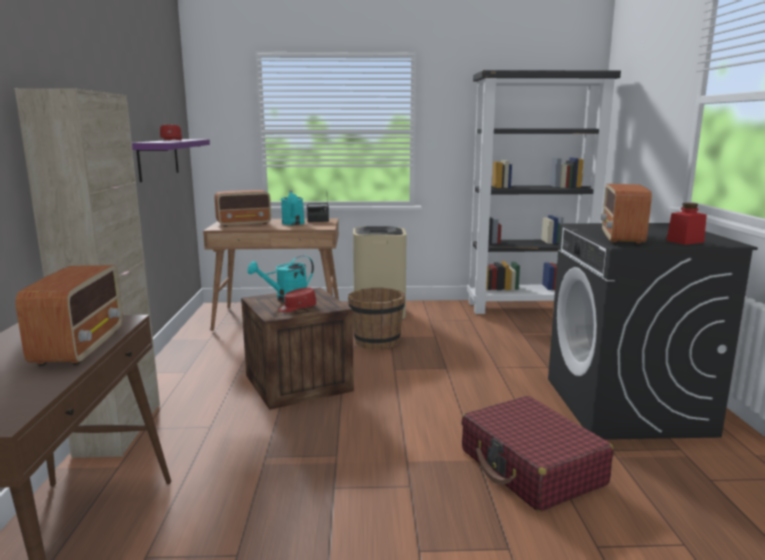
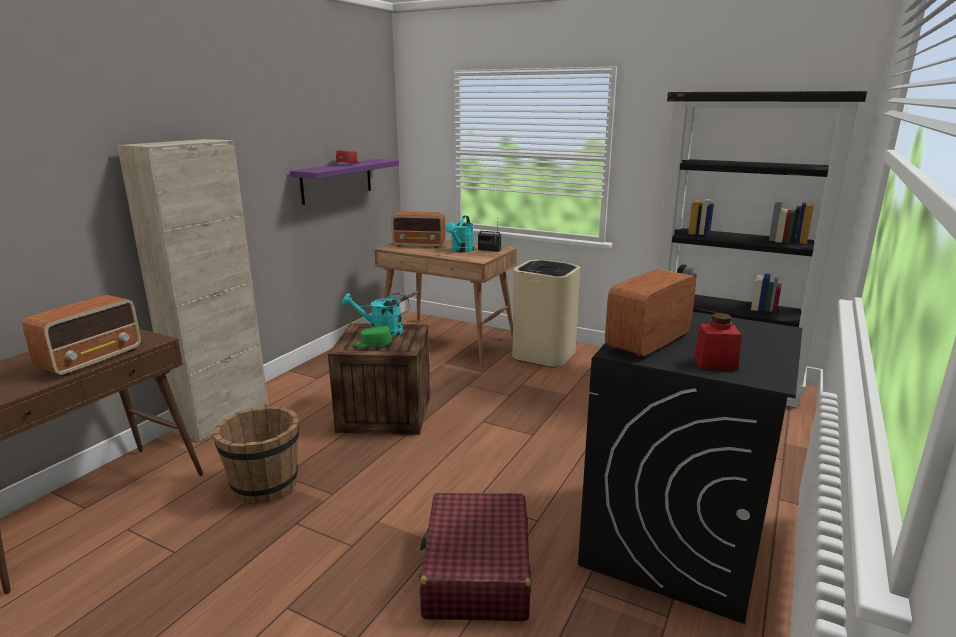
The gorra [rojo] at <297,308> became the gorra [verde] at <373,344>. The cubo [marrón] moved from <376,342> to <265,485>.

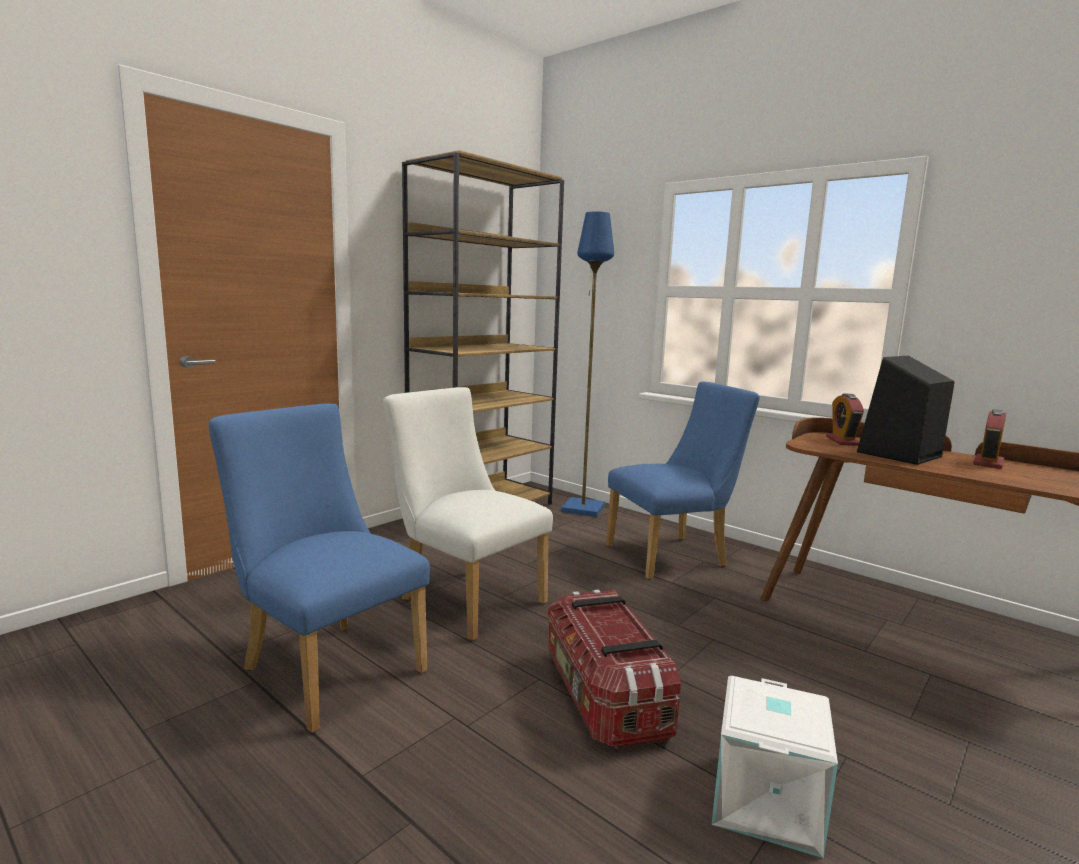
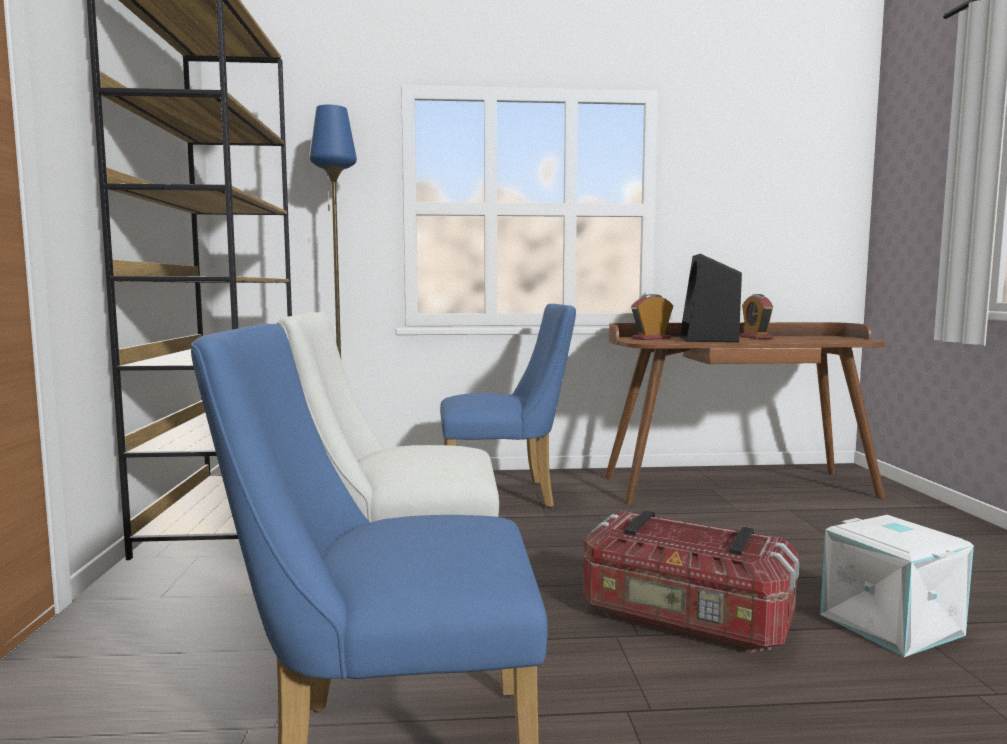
The silla [azul] at <673,556> turned 60 degrees clockwise. The despertador at <842,441> turned 105 degrees clockwise.

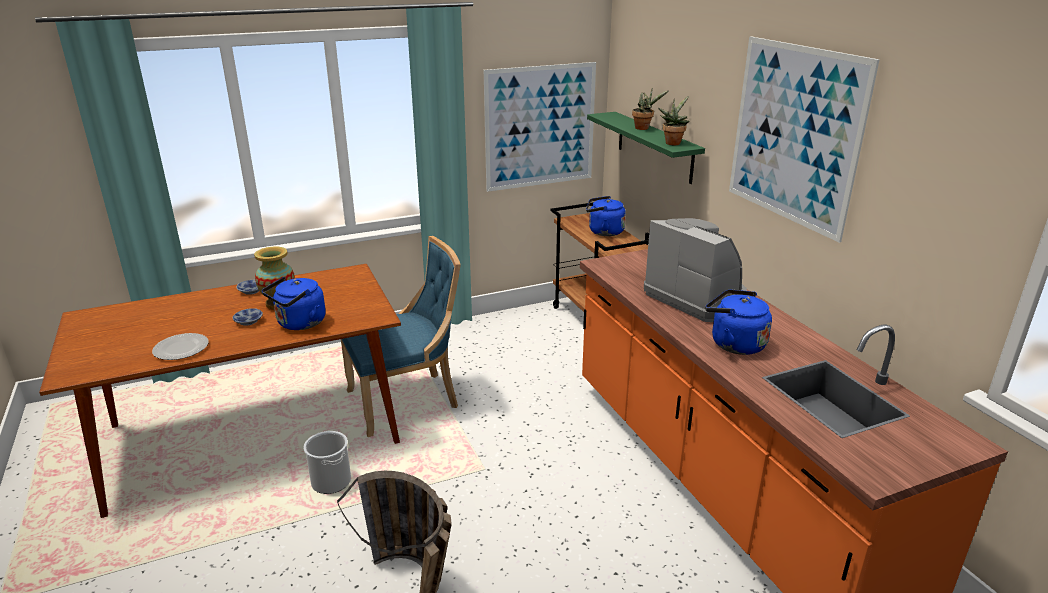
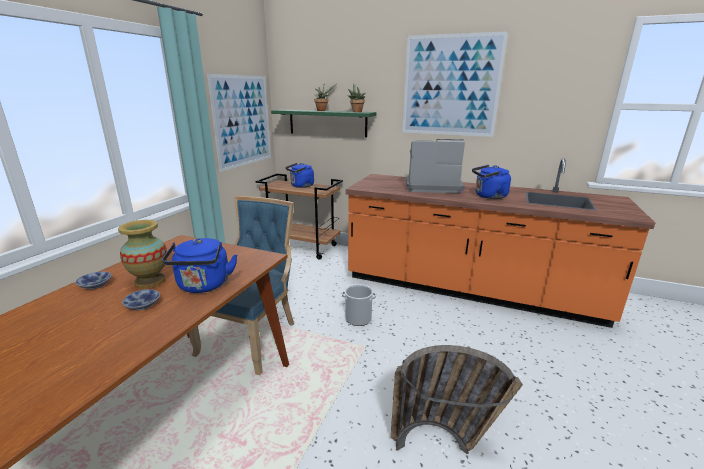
The plato at <181,349> disappeared. The cubo moved from <331,481> to <358,318>.

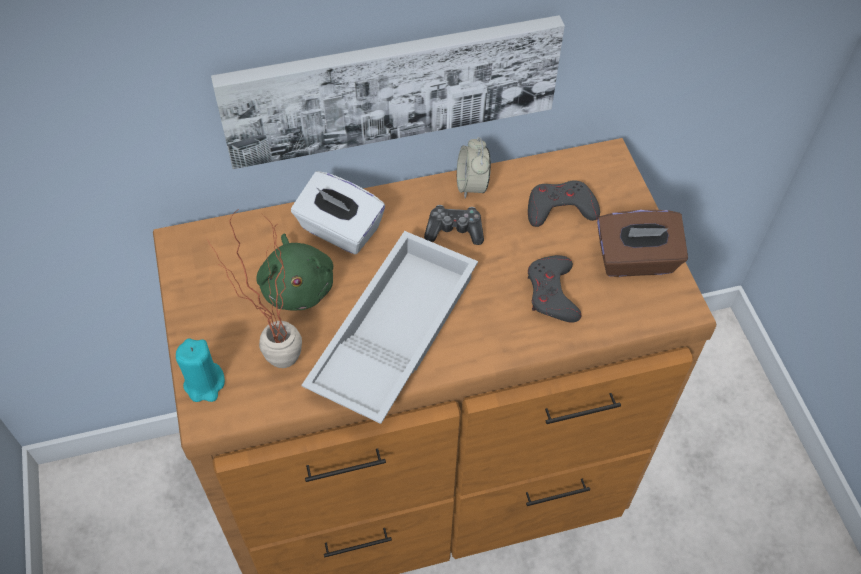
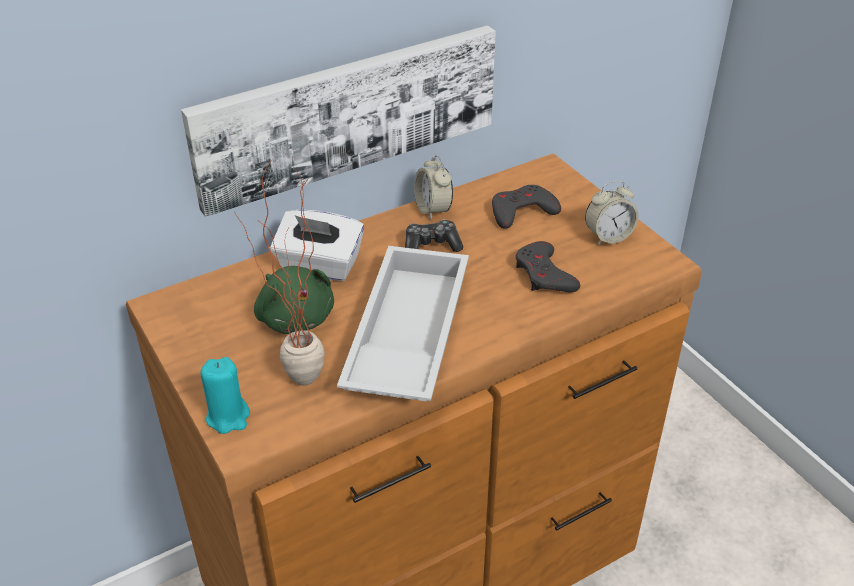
The caja de pañuelos [marrón] at <636,261> was replaced by the despertador at <608,236>.

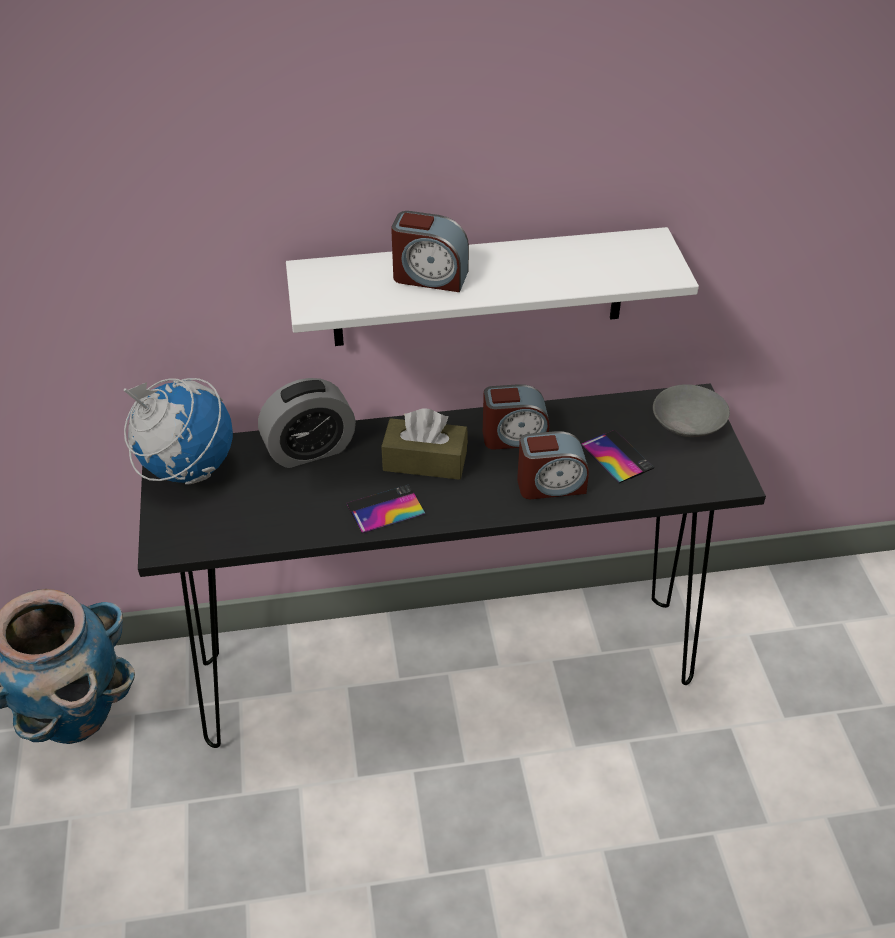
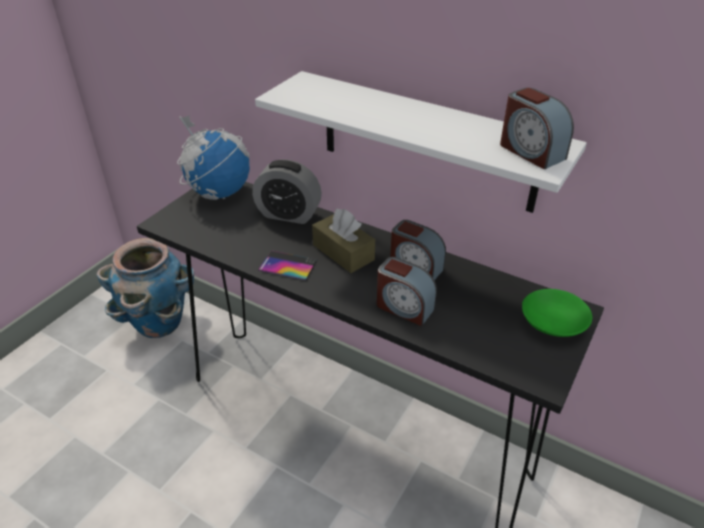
The despertador moved from <429,277> to <530,151>. The cuenco [gris] at <686,423> became the cuenco [verde] at <552,322>. The móvil at <617,456> disappeared.

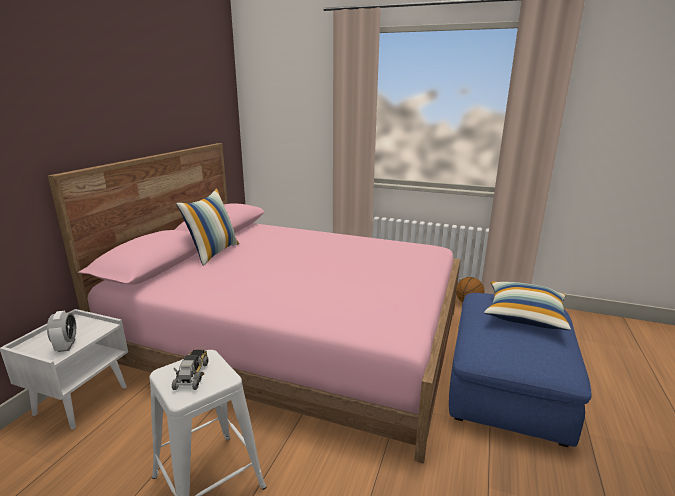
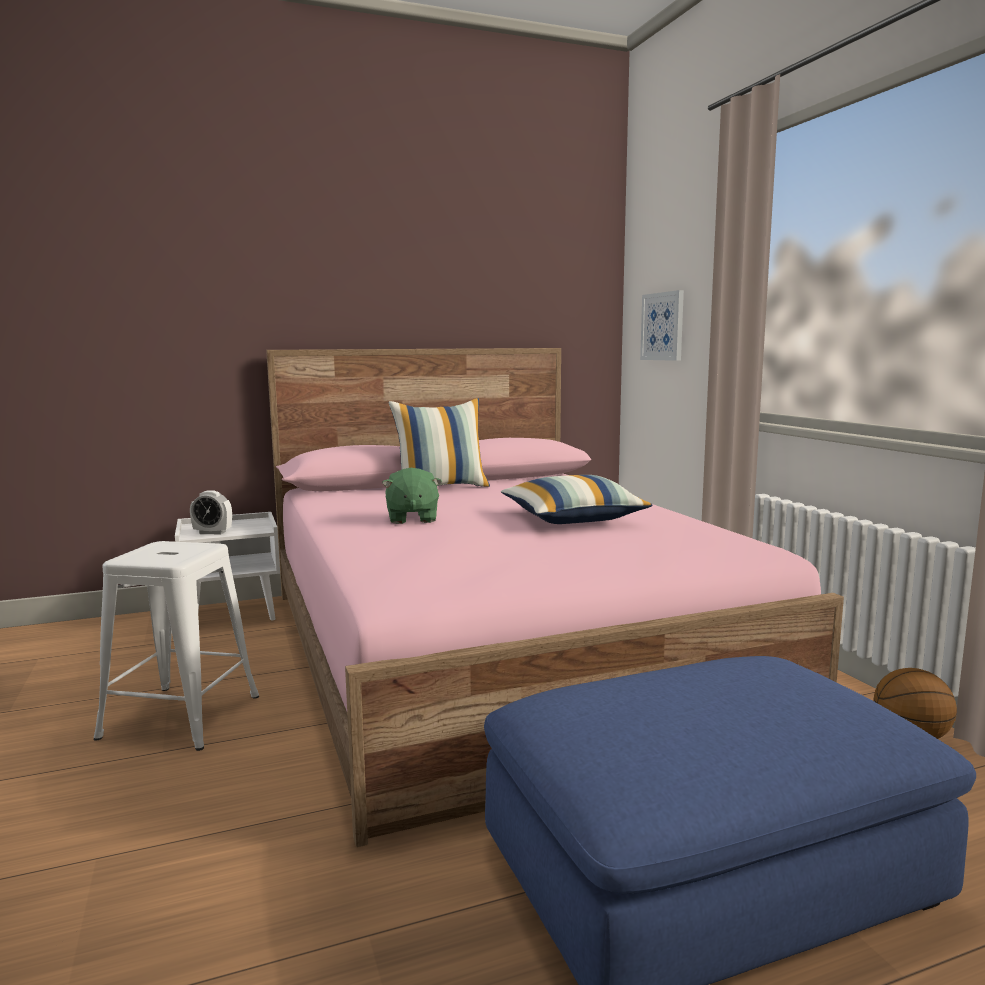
The cojín moved from <524,315> to <573,519>. The despertador at <66,345> turned 60 degrees clockwise. The camión de juguete at <192,375> disappeared. The cuadro at <663,326> appeared. The peluche [verde] at <412,518> appeared.

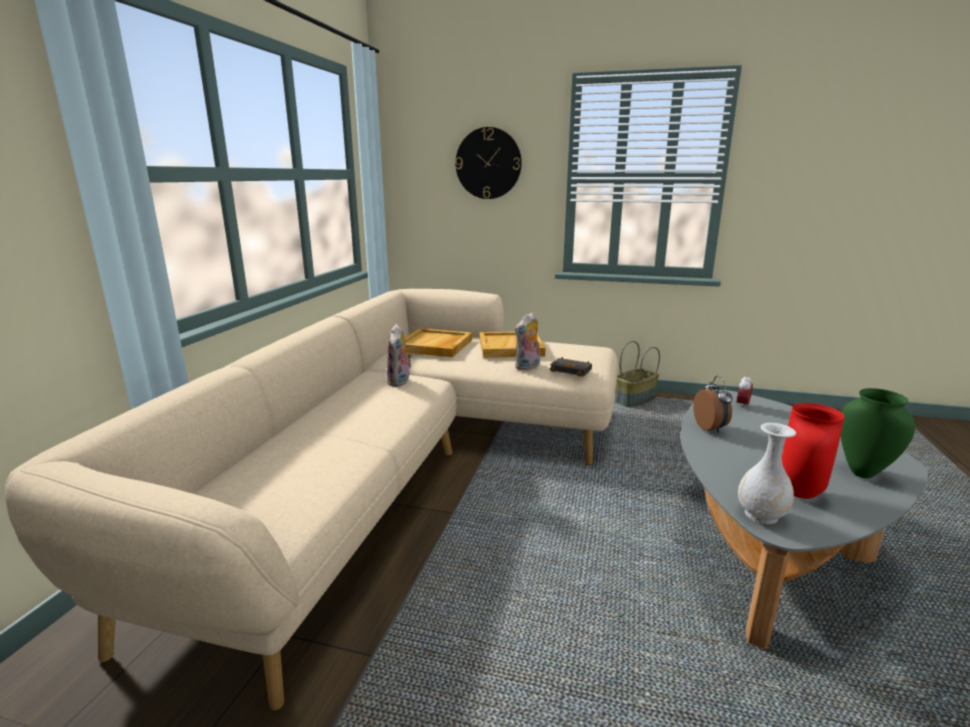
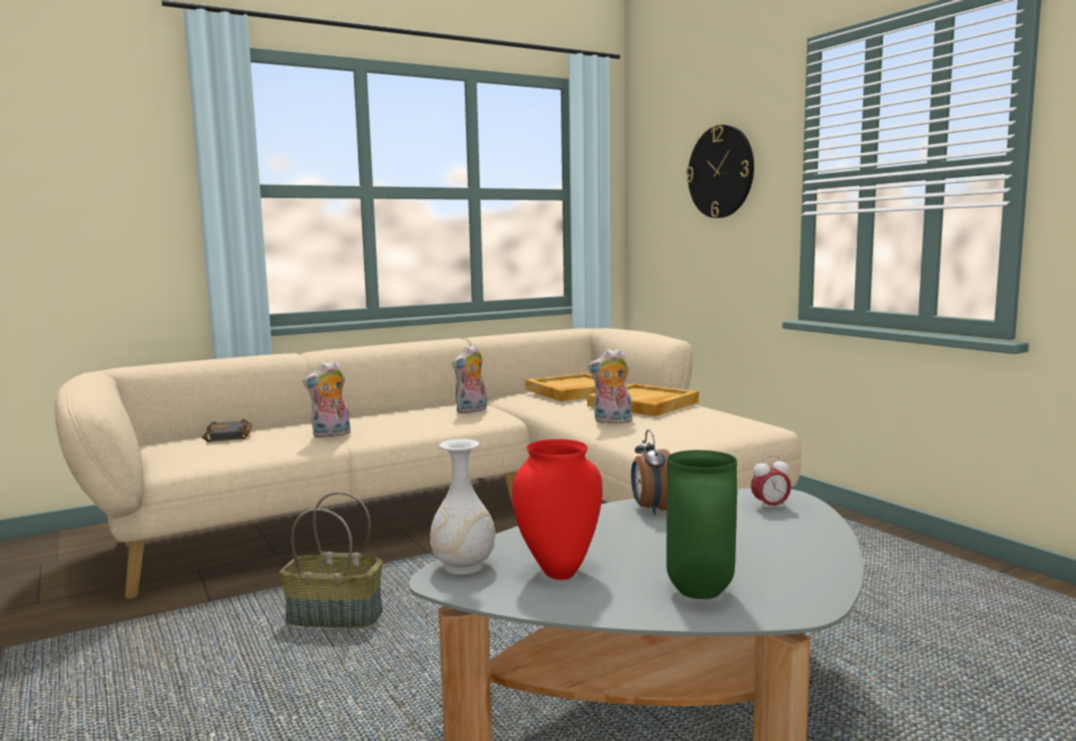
The cesta moved from <635,400> to <333,618>. The libro [negro] moved from <572,370> to <230,436>. The despertador at <711,428> turned 135 degrees clockwise. The peluche at <331,435> appeared.

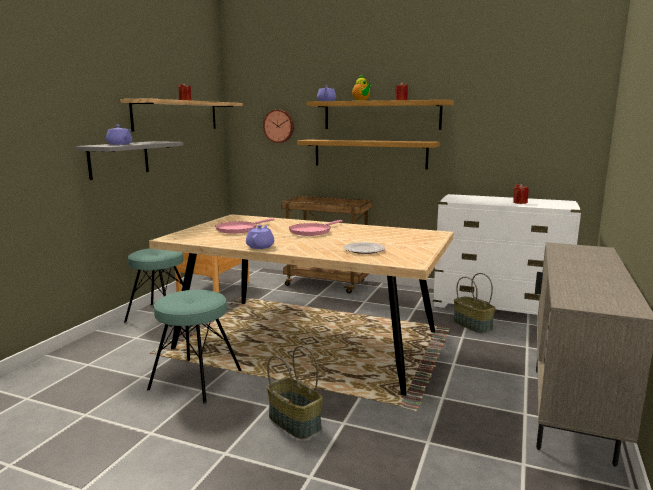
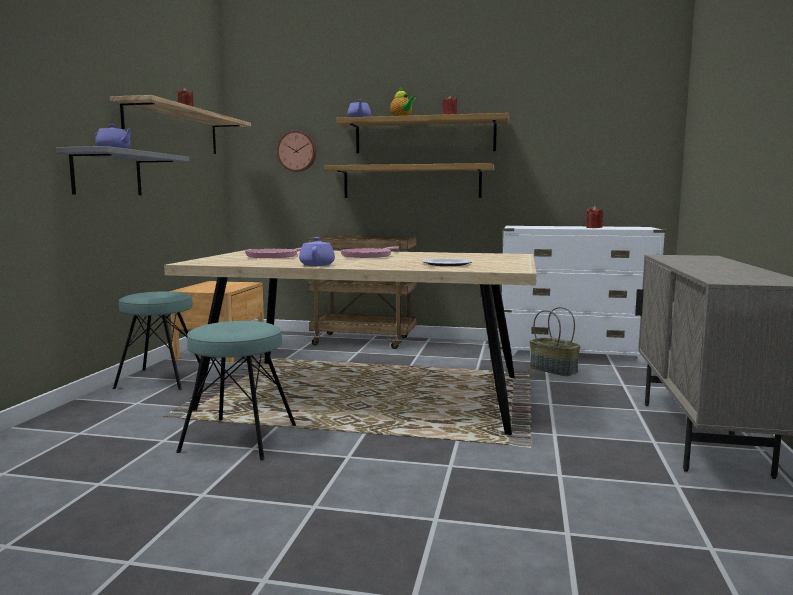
The cesta at <295,422> disappeared.

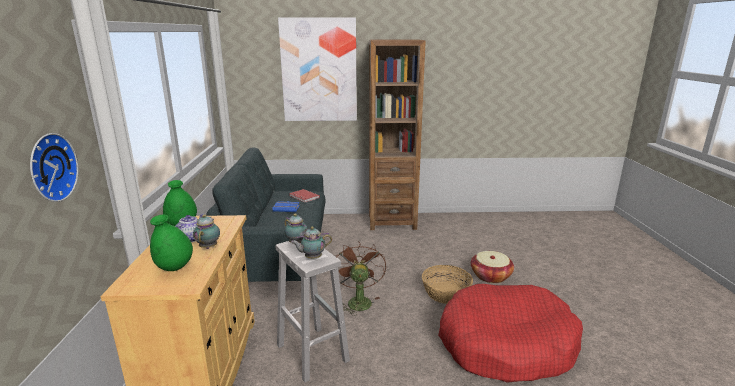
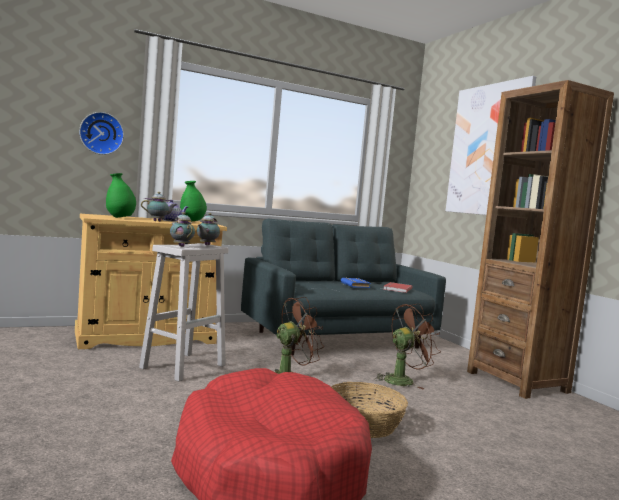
The cesta at <490,276> disappeared. The ventilador [marrón] at <403,380> appeared.

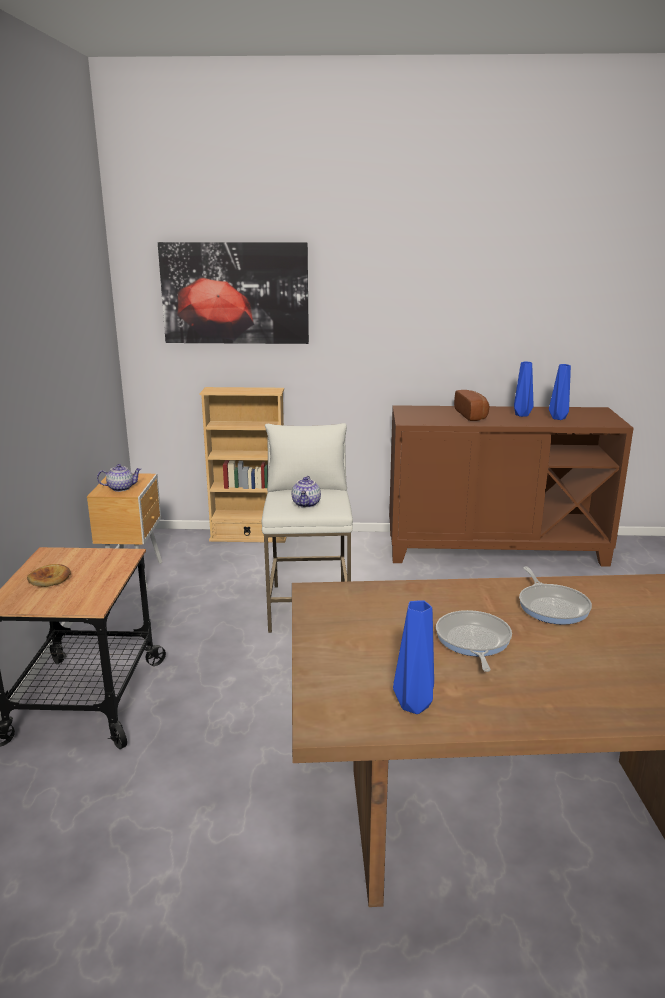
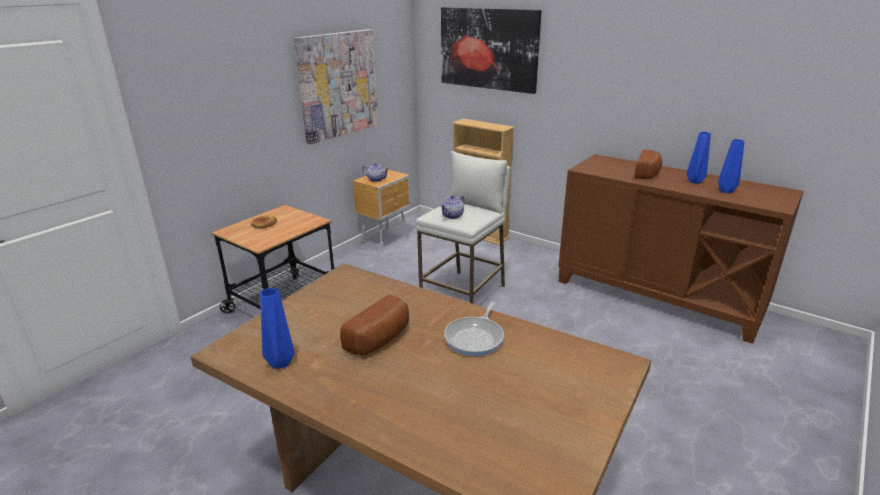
The sartén at <473,641> was replaced by the pan at <381,339>. The cuadro at <338,85> appeared.

